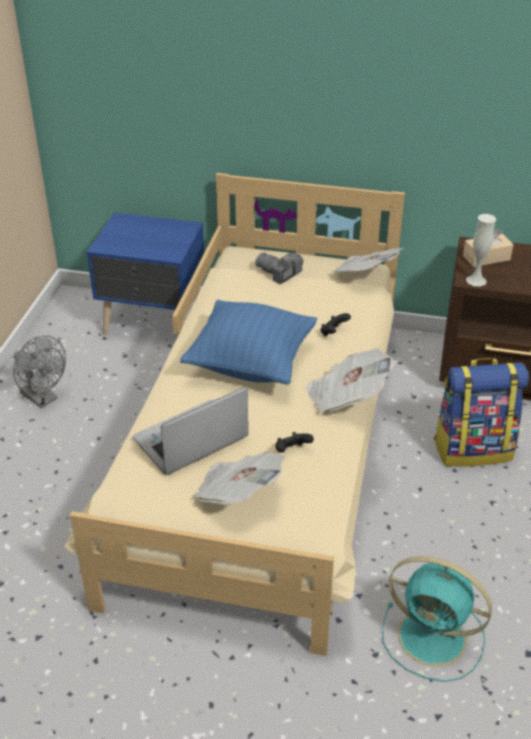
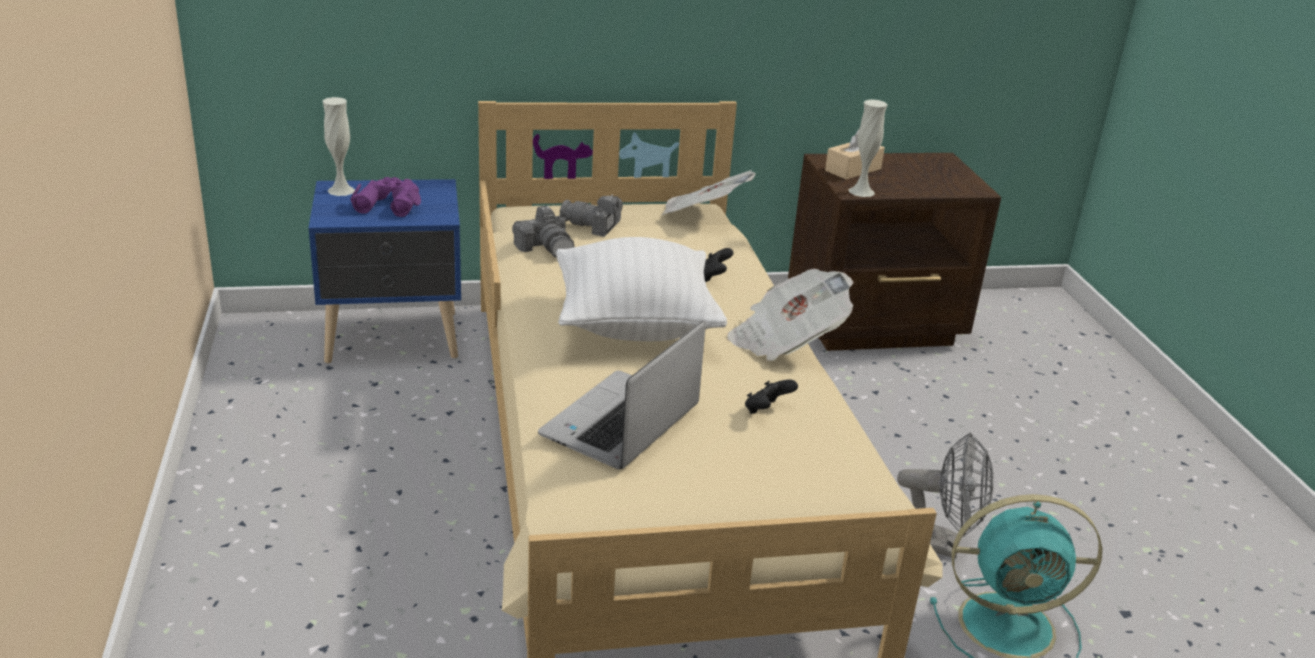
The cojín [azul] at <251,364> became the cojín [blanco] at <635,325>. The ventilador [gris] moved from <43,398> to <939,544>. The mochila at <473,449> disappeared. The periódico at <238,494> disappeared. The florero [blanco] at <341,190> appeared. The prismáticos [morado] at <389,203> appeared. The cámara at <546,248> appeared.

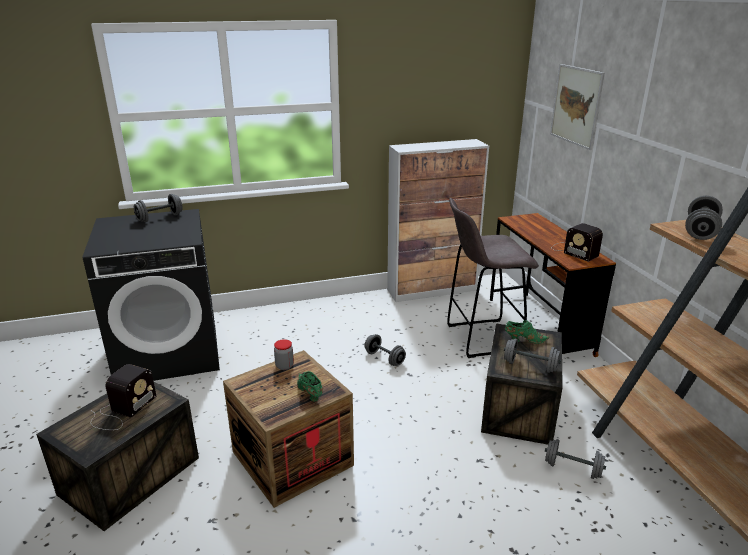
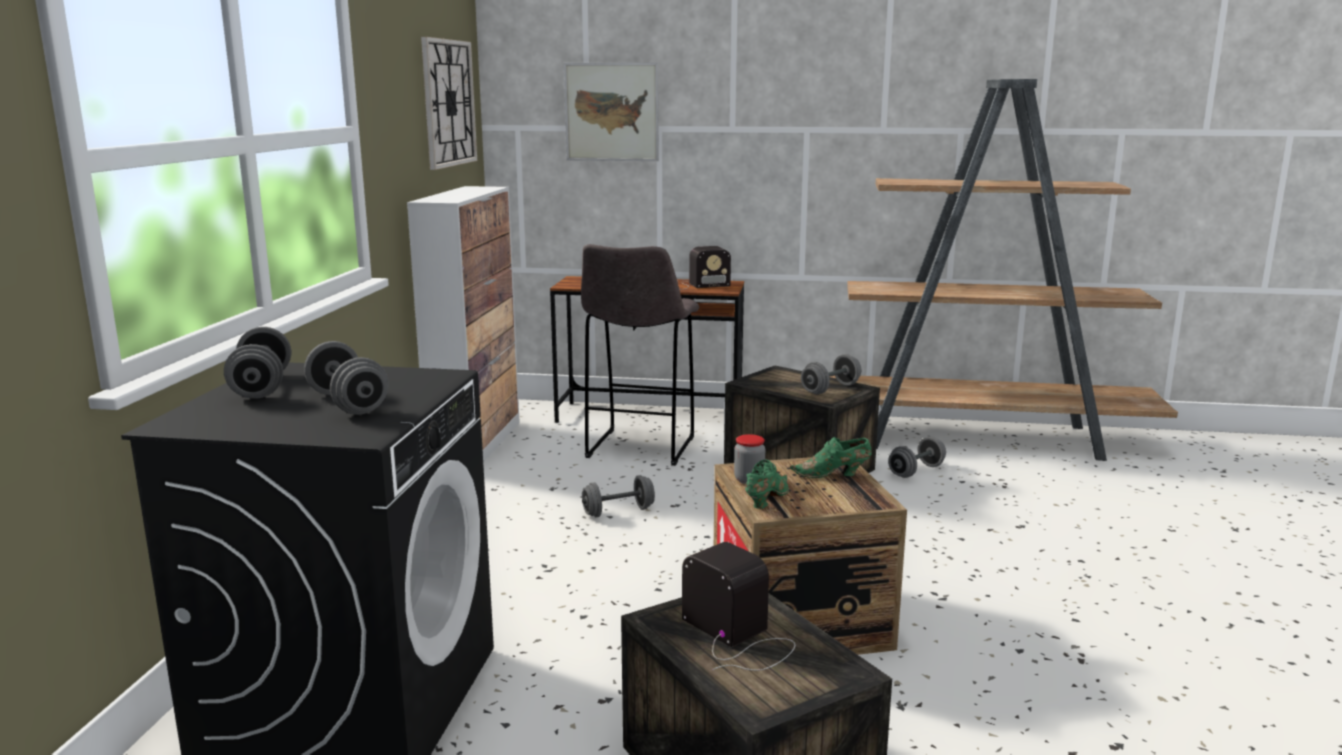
The mancuerna [gris] moved from <700,231> to <348,403>. The zapato [verde] moved from <524,340> to <766,500>. The reloj de pared at <448,103> appeared.

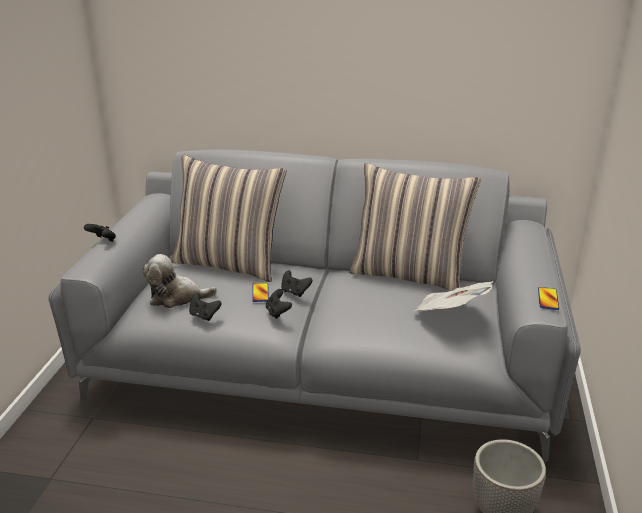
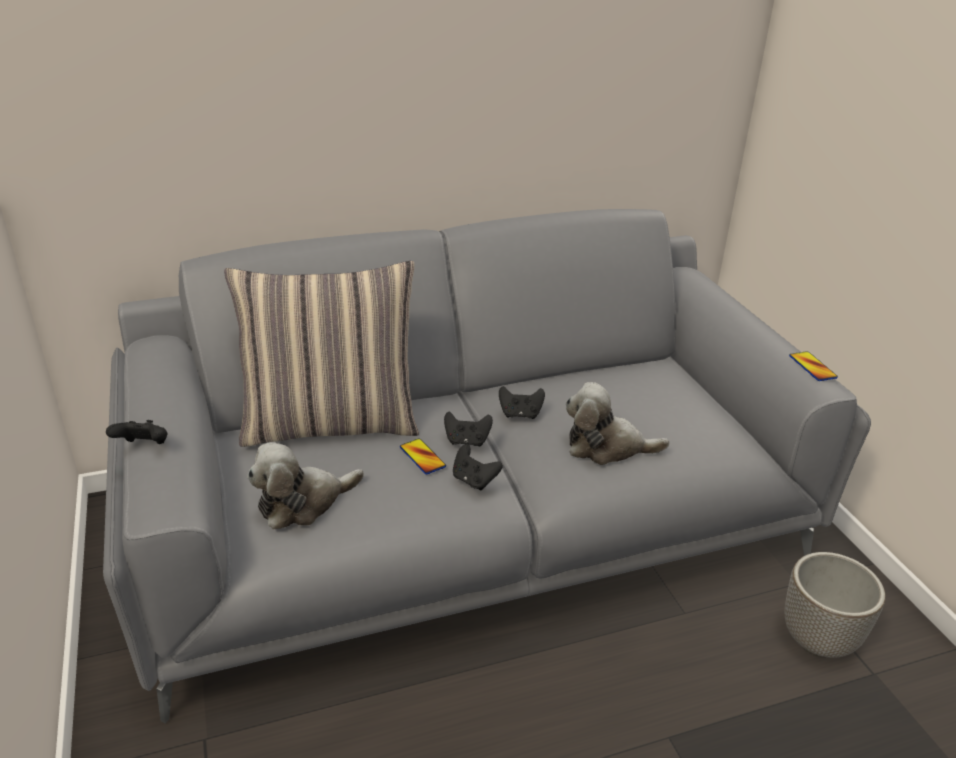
The cojín at <409,274> disappeared. The periódico at <450,314> disappeared. The mando de consola [negro] moved from <204,316> to <520,414>. The peluche at <606,447> appeared.

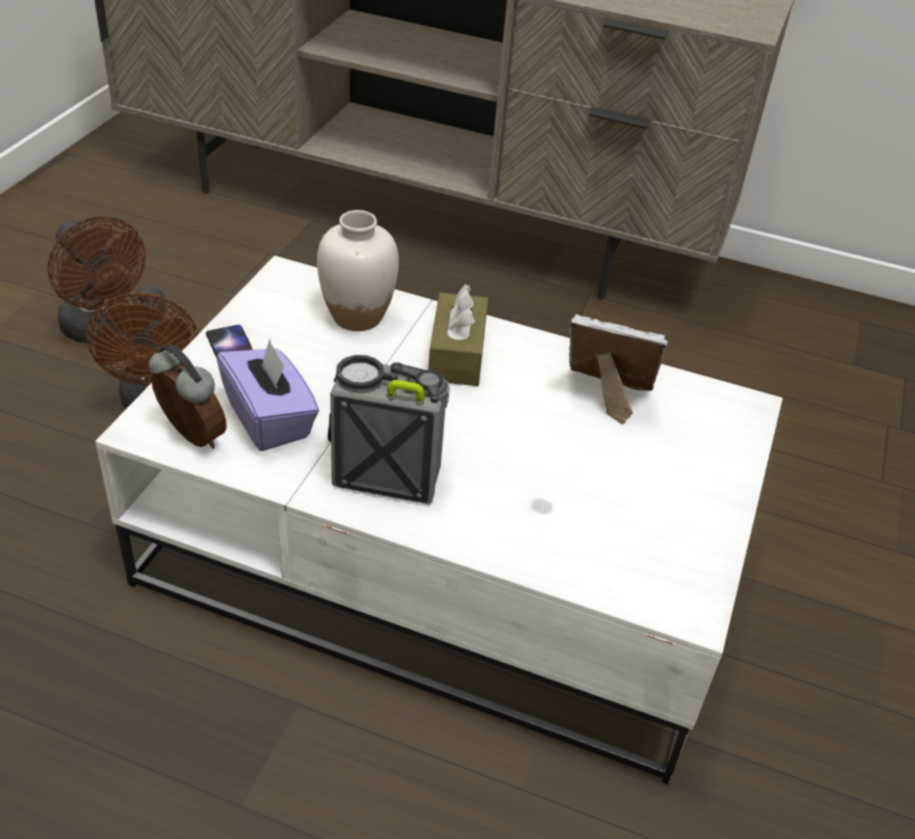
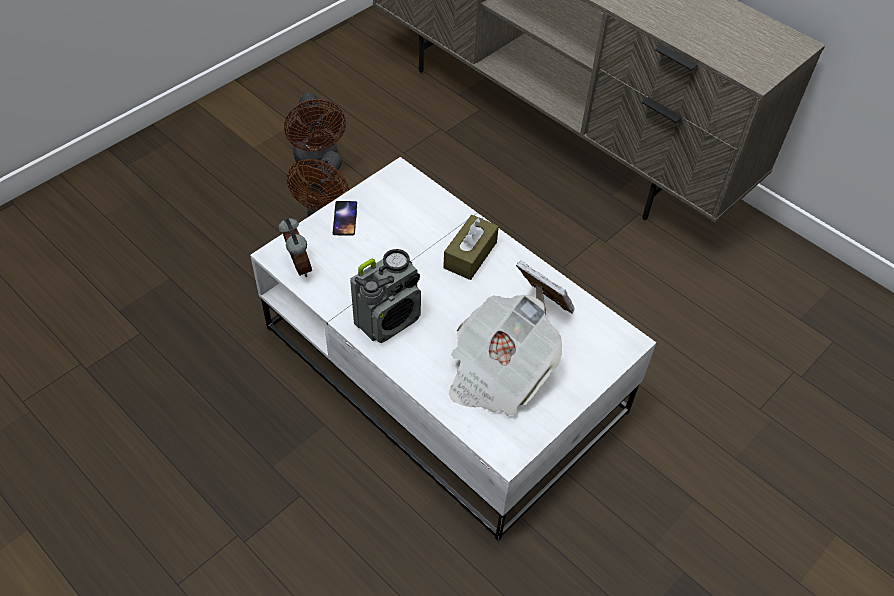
The florero [blanco] at <357,317> disappeared. The caja de pañuelos [morado] at <270,419> disappeared. The radio at <386,474> turned 105 degrees clockwise. The periódico at <498,373> appeared.

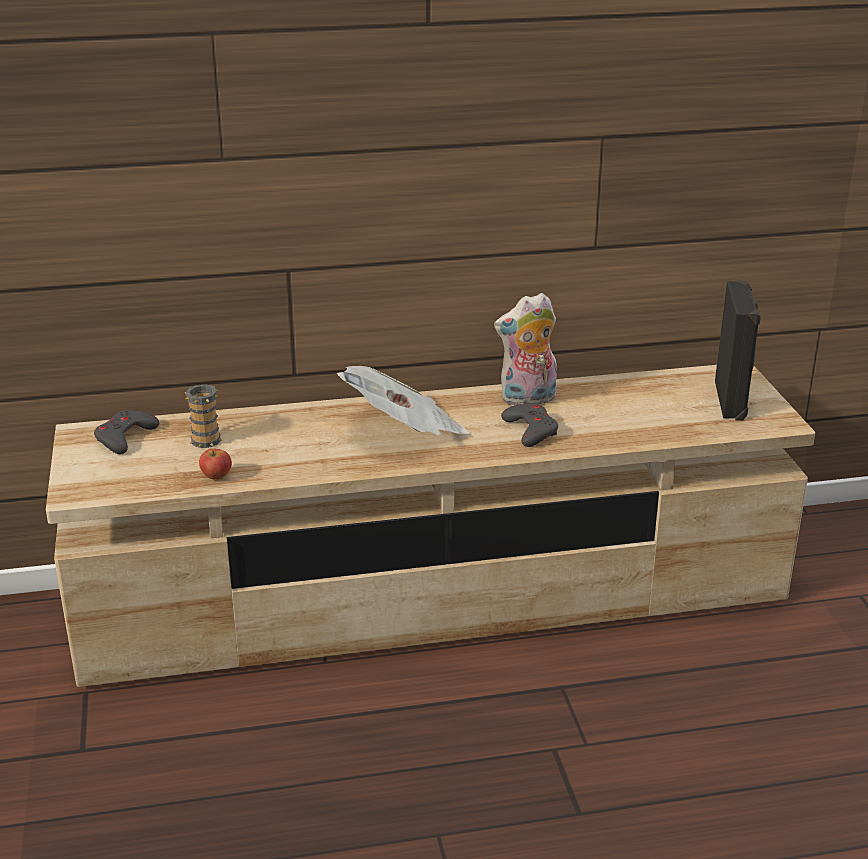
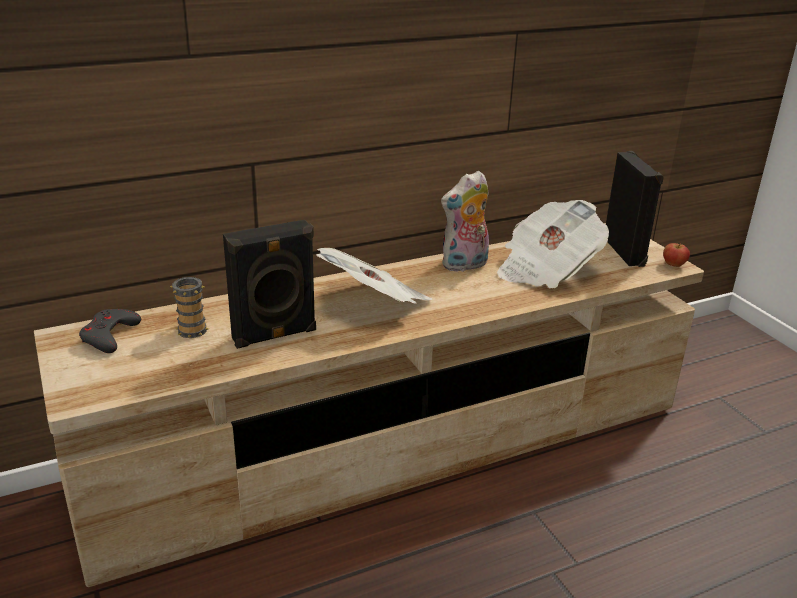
The mando de consola [gris] at <531,430> disappeared. The manzana moved from <216,476> to <673,264>. The periódico at <546,269> appeared. The altavoz [negro] at <275,336> appeared.

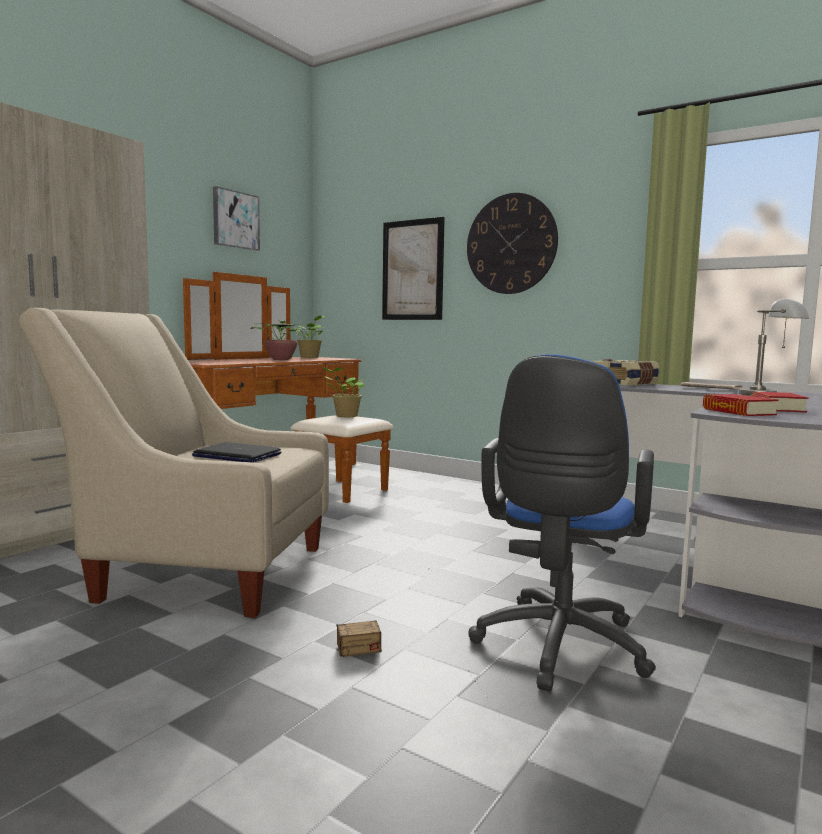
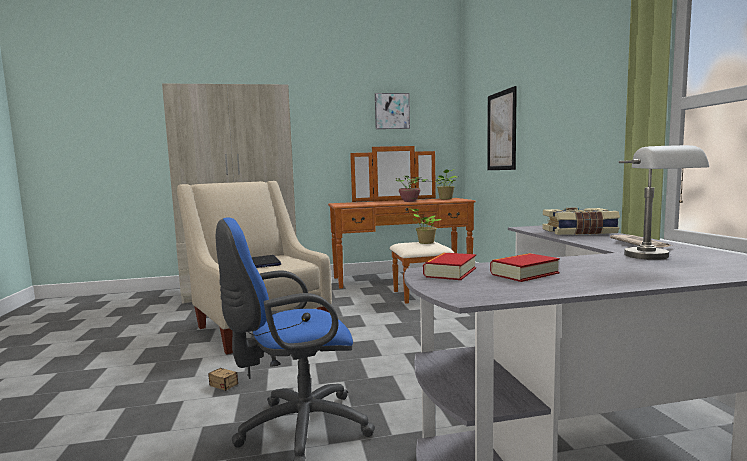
The reloj de pared at <511,244> disappeared.

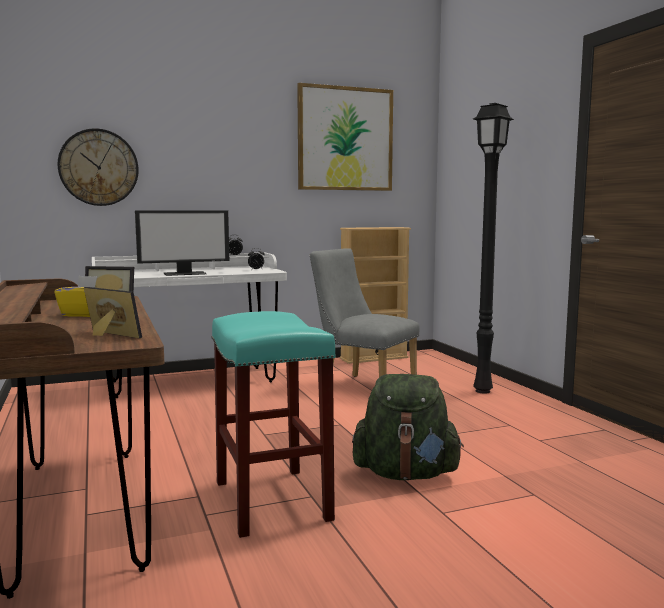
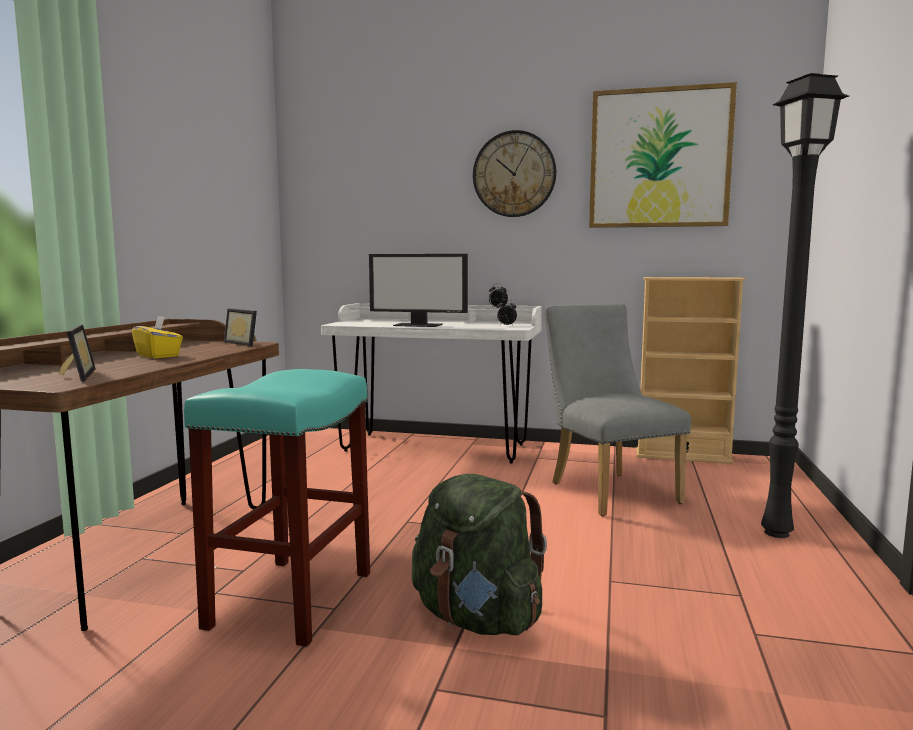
The reloj de pared moved from <98,167> to <514,174>.

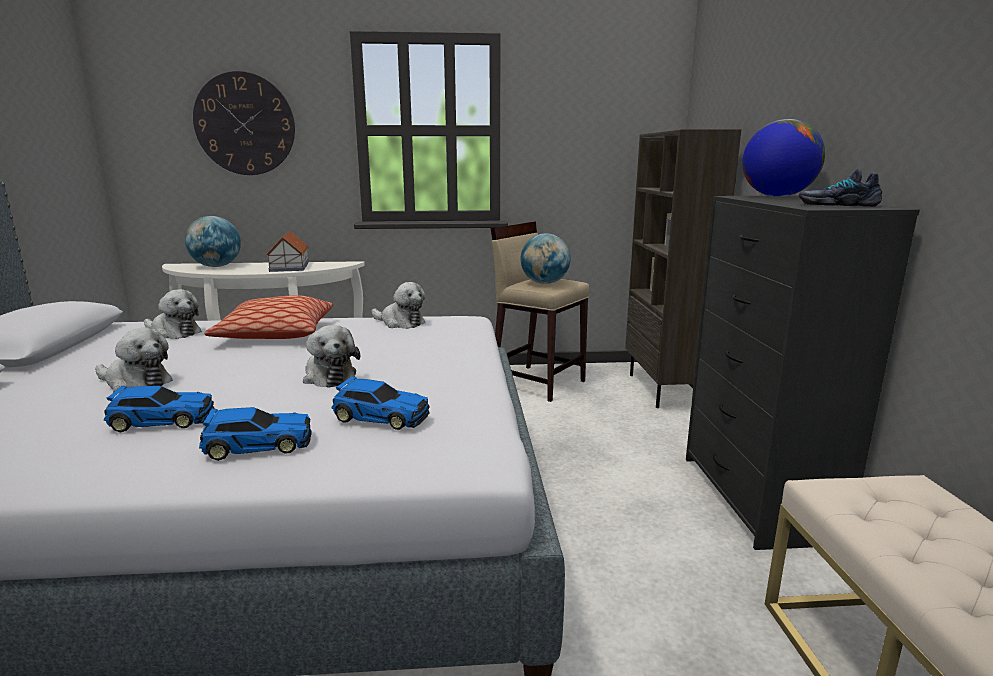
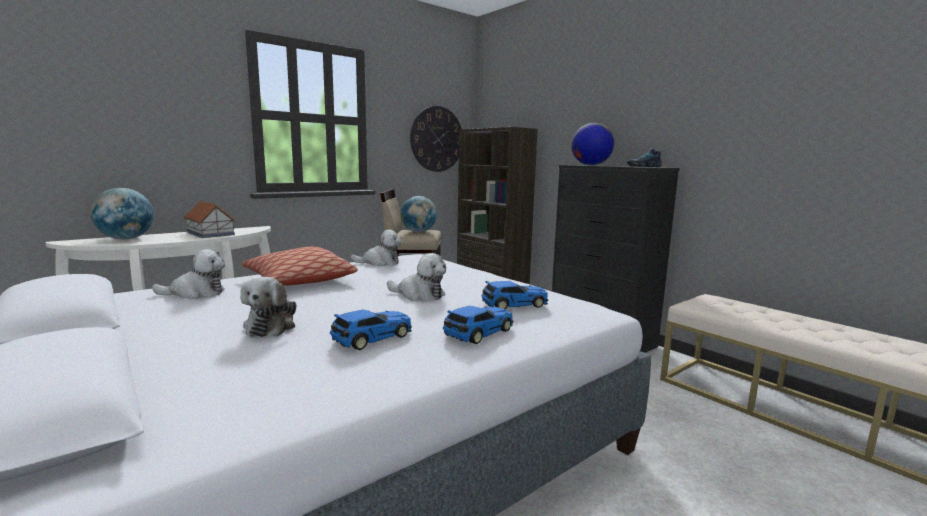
The reloj de pared moved from <245,124> to <437,139>. The peluche at <135,383> turned 105 degrees clockwise.

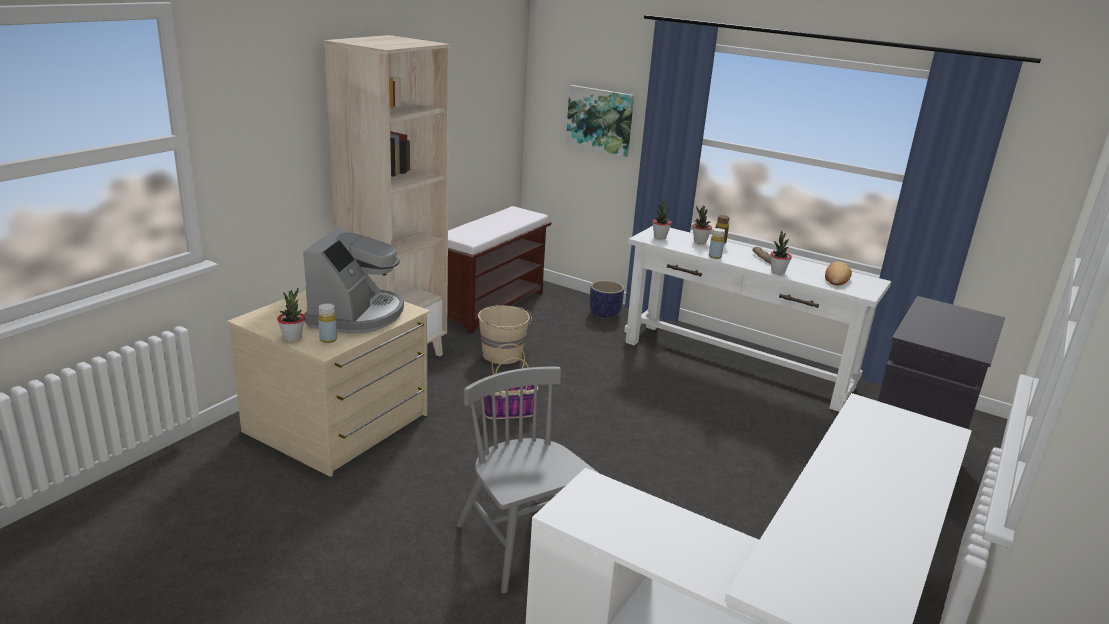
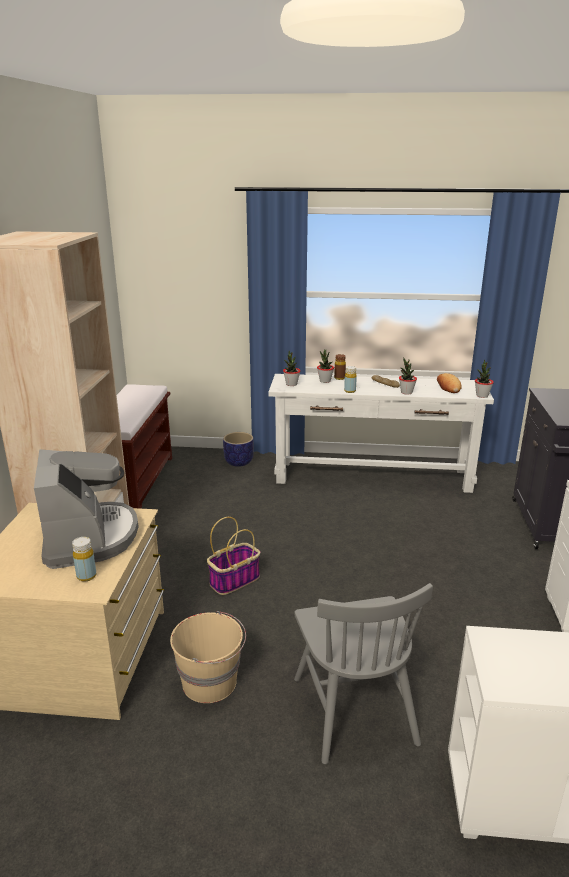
The cuadro at <600,120> disappeared. The planta en maceta moved from <292,338> to <482,395>. The cubo [beis] moved from <503,355> to <211,682>. The silla [gris] at <523,543> turned 135 degrees counterclockwise.

